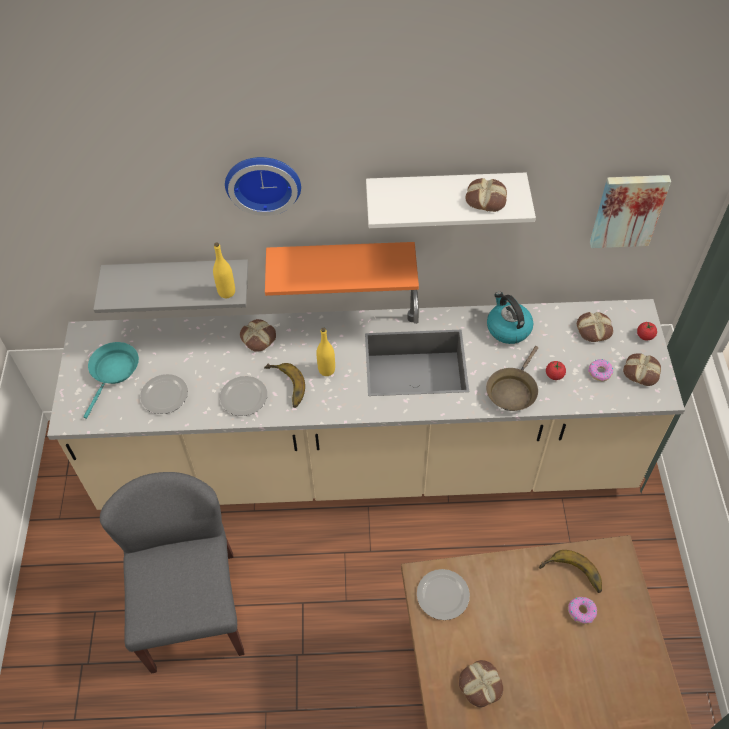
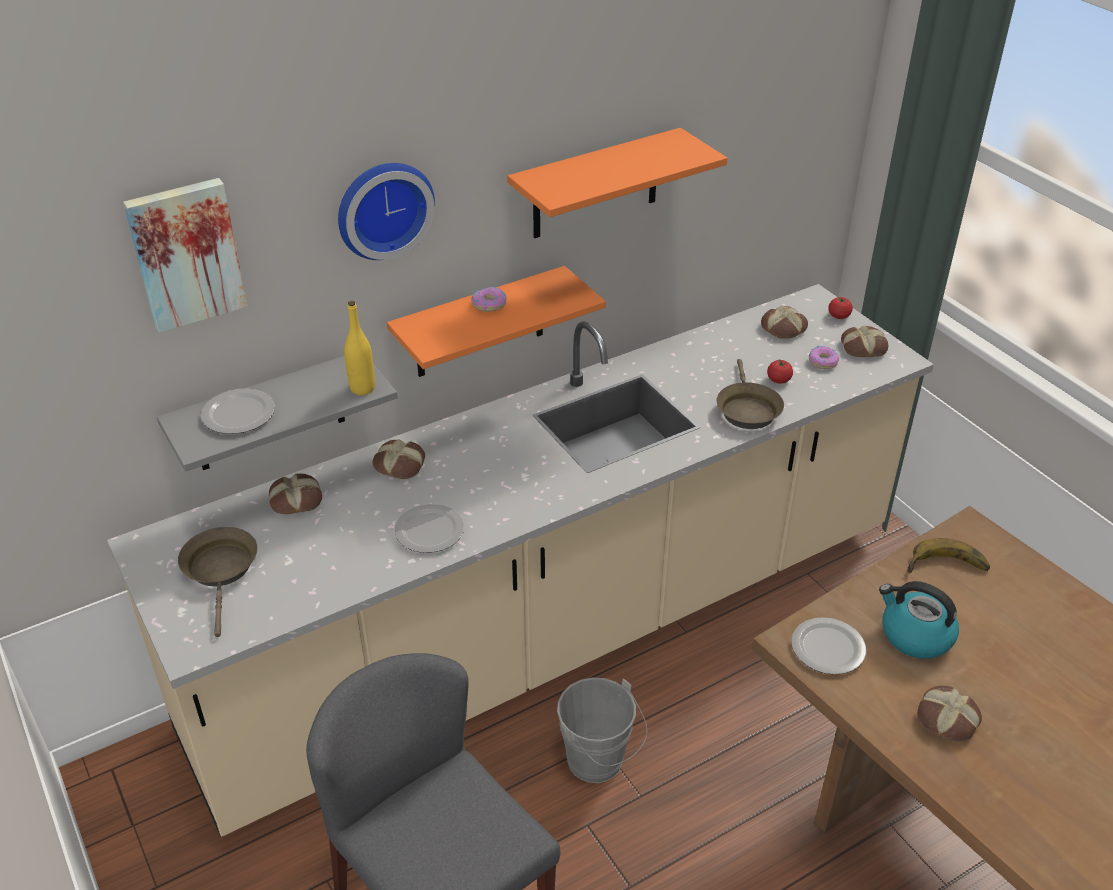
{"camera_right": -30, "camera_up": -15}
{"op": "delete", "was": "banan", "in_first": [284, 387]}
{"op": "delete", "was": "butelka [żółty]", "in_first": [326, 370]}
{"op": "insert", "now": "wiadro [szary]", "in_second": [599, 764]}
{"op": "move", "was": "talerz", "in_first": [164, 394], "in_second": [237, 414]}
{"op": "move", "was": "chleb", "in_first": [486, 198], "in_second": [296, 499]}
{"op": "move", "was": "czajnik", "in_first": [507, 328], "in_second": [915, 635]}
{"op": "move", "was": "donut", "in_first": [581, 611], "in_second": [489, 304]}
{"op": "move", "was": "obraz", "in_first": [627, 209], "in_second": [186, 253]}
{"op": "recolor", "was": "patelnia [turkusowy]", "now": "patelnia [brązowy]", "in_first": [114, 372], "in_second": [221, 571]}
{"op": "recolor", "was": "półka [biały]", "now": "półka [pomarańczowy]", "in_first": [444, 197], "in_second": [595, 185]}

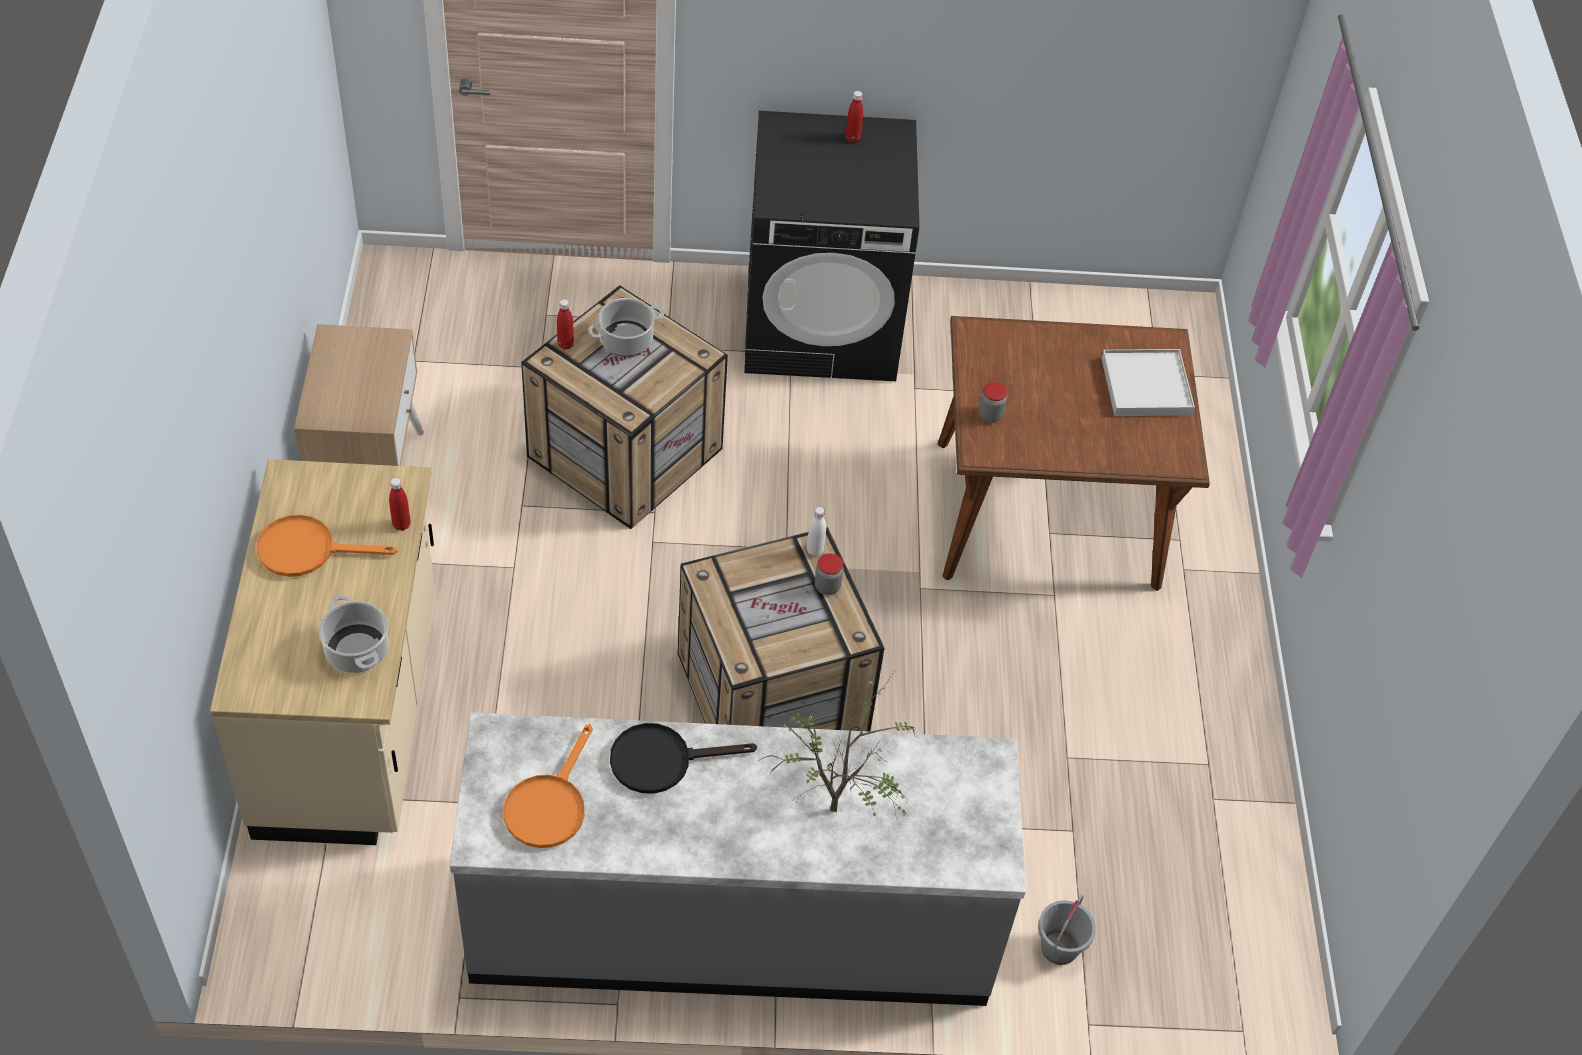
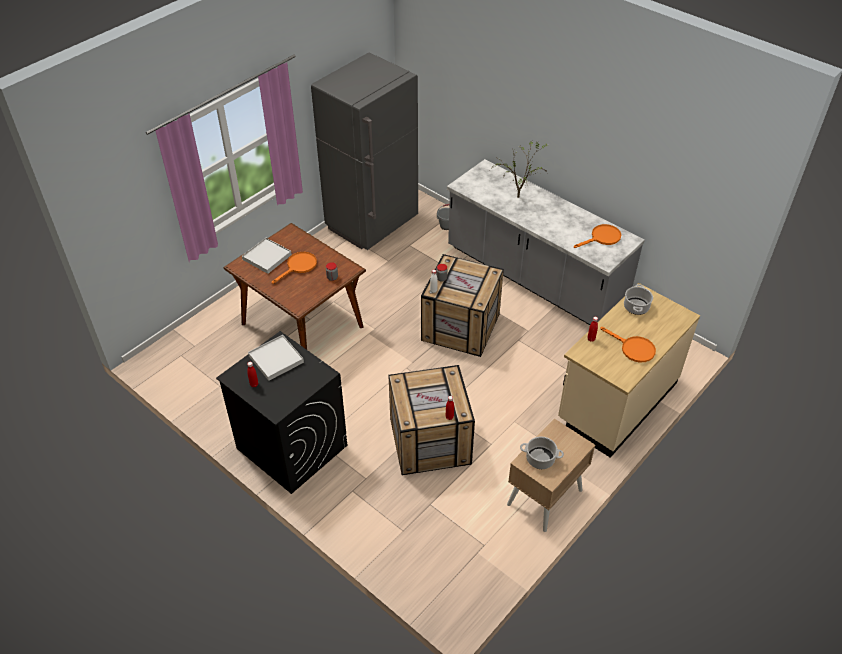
{"camera_right": -135, "camera_up": -5}
{"op": "delete", "was": "patelnia [czarny]", "in_first": [662, 760]}
{"op": "insert", "now": "taca [biały]", "in_second": [276, 359]}
{"op": "insert", "now": "patelnia [pomarańczowy]", "in_second": [298, 266]}
{"op": "insert", "now": "lodówka [szary]", "in_second": [372, 224]}
{"op": "move", "was": "garnek", "in_first": [626, 340], "in_second": [540, 459]}

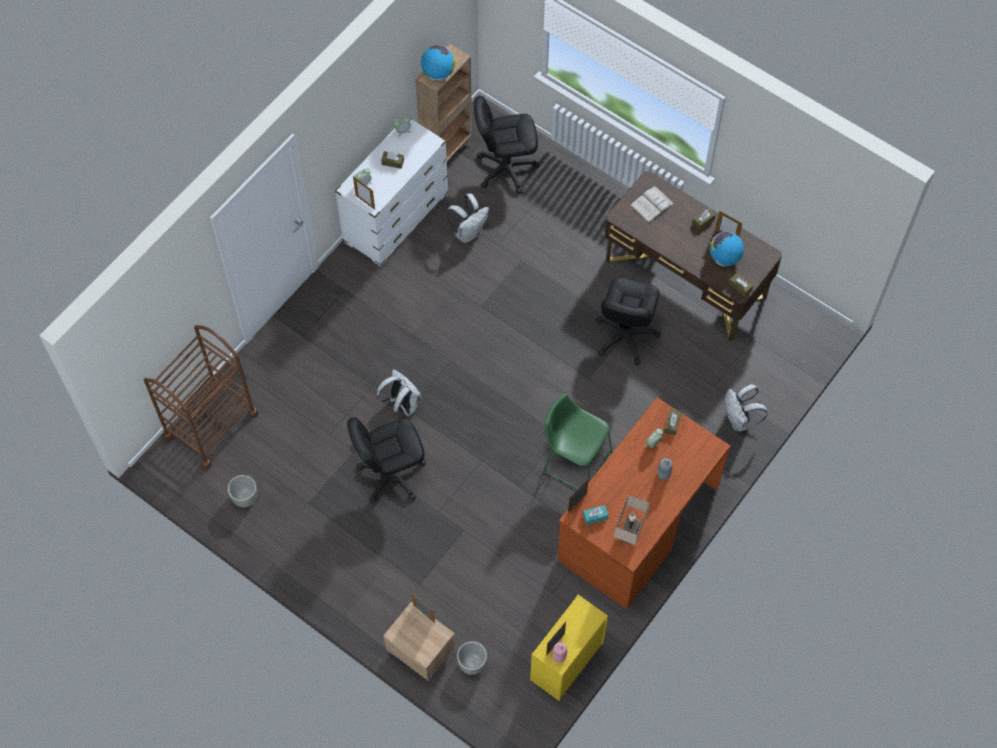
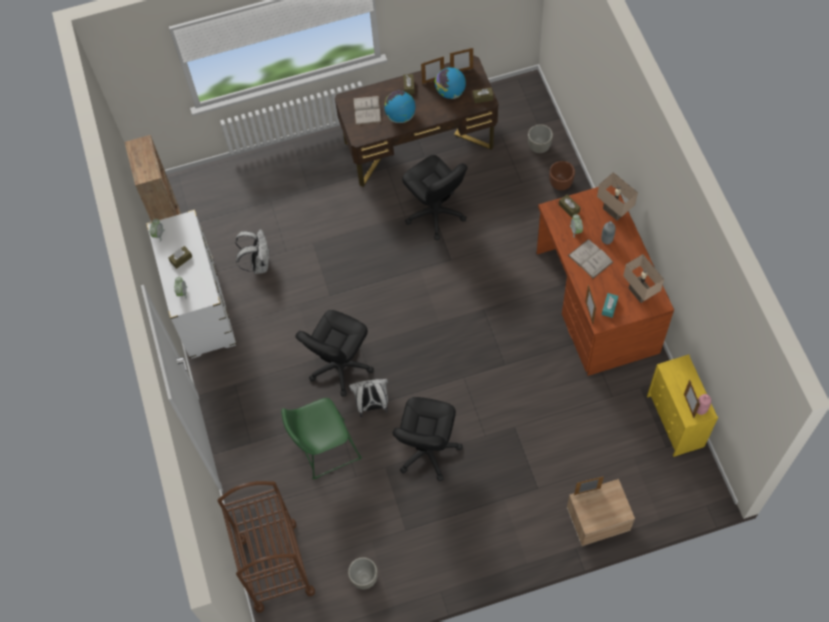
{"camera_right": -50, "camera_up": 0}
{"op": "insert", "now": "książka [biały]", "in_second": [590, 258]}
{"op": "insert", "now": "lampa stołowa [beżowy]", "in_second": [615, 210]}
{"op": "move", "was": "ramka na zdjęcie", "in_first": [365, 202], "in_second": [461, 70]}
{"op": "move", "was": "globus", "in_first": [438, 73], "in_second": [400, 116]}
{"op": "move", "was": "donica [szary]", "in_first": [472, 664], "in_second": [539, 147]}
{"op": "move", "was": "krzesło biurowe [czarny]", "in_first": [506, 169], "in_second": [340, 366]}
{"op": "move", "was": "stołek [zielony]", "in_first": [575, 463], "in_second": [325, 450]}
{"op": "replace", "was": "plecak [biały]", "now": "donica [brązowy]", "in_first": [739, 420], "in_second": [561, 183]}

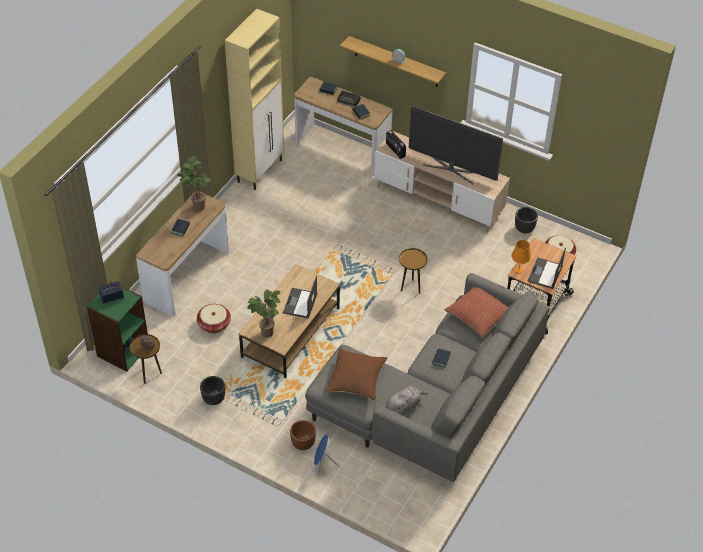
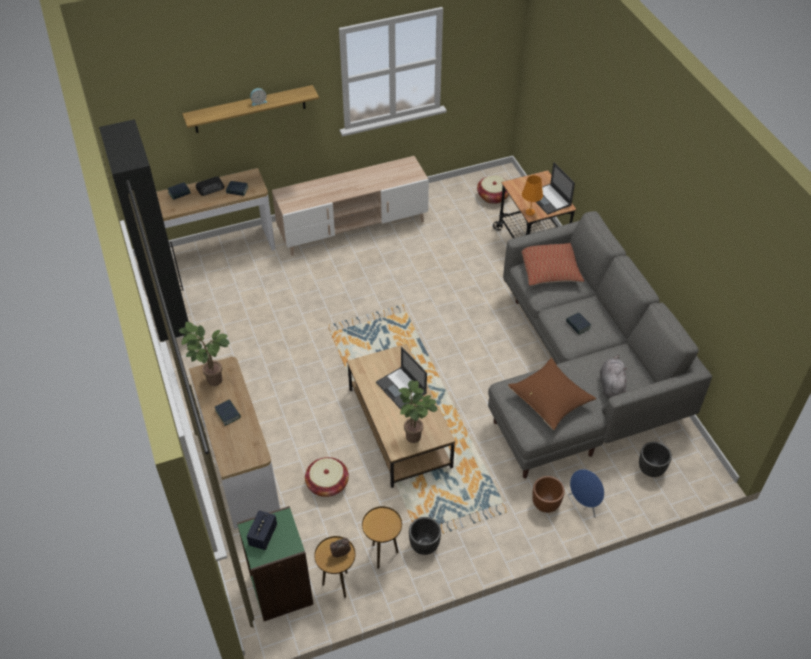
{"camera_right": -50, "camera_up": 0}
{"op": "delete", "was": "radio", "in_first": [395, 150]}
{"op": "delete", "was": "telewizor", "in_first": [451, 169]}
{"op": "move", "was": "stolik [brązowy]", "in_first": [411, 288], "in_second": [383, 555]}
{"op": "move", "was": "donica [czarny]", "in_first": [524, 229], "in_second": [651, 469]}
{"op": "recolor", "was": "szafka [beżowy]", "now": "szafka [czarny]", "in_first": [260, 170], "in_second": [171, 323]}

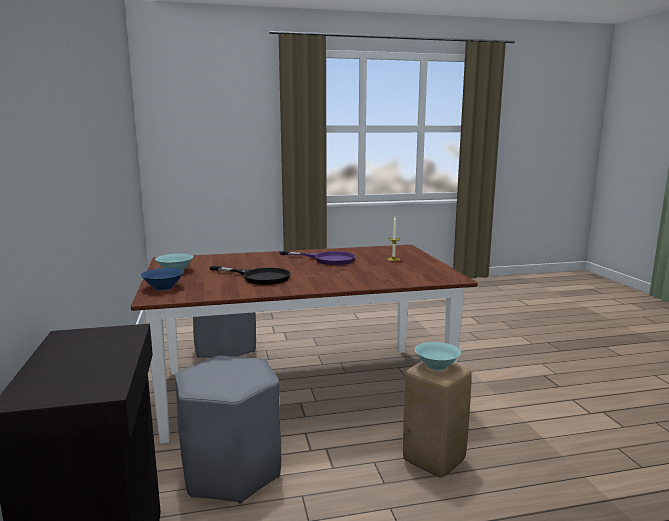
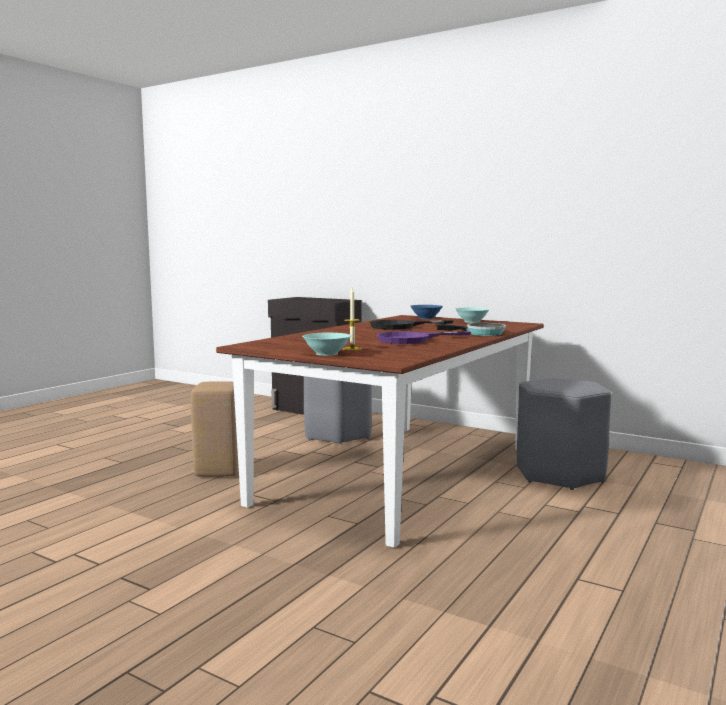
{"camera_right": 135, "camera_up": -5}
{"op": "insert", "now": "patelnia", "in_second": [481, 333]}
{"op": "move", "was": "miska [turkusowy]", "in_first": [436, 365], "in_second": [327, 354]}

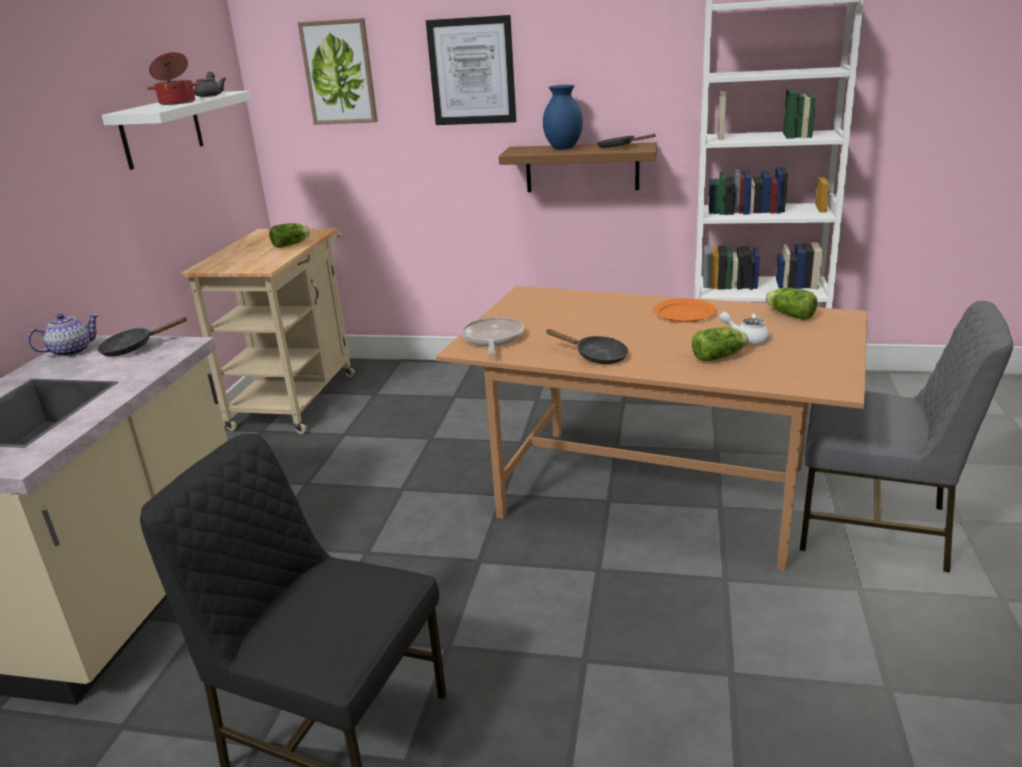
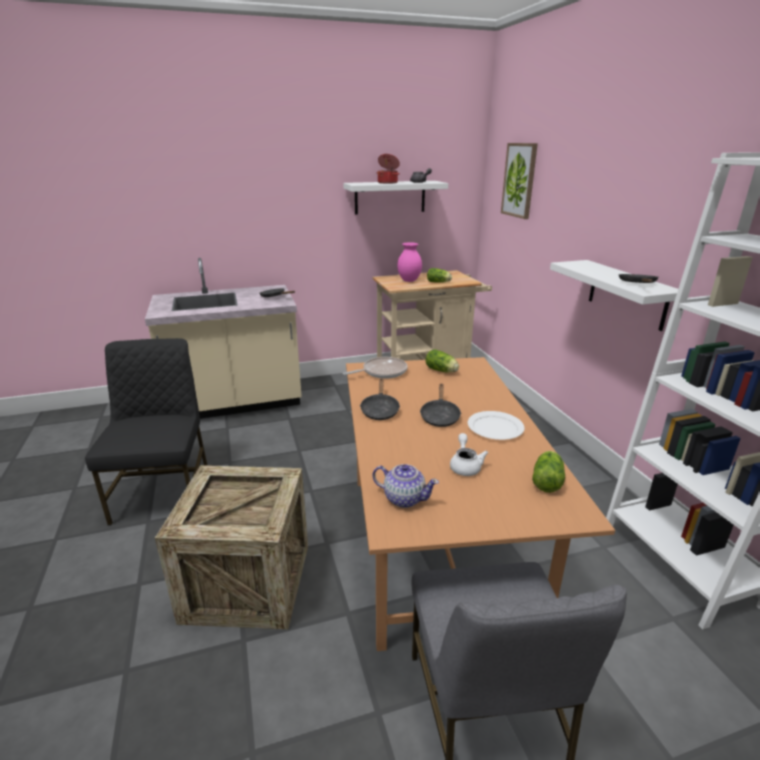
{"camera_right": 60, "camera_up": 0}
{"op": "delete", "was": "obraz", "in_first": [472, 71]}
{"op": "delete", "was": "wazon [niebieski]", "in_first": [563, 148]}
{"op": "insert", "now": "skrzynka", "in_second": [248, 582]}
{"op": "insert", "now": "wazon [różowy]", "in_second": [409, 280]}
{"op": "insert", "now": "patelnia [czarny]", "in_second": [439, 416]}
{"op": "move", "was": "imbryk", "in_first": [71, 351], "in_second": [404, 498]}
{"op": "move", "was": "sałata", "in_first": [720, 356], "in_second": [442, 371]}
{"op": "recolor", "was": "półka [brązowy]", "now": "półka [biały]", "in_first": [582, 167], "in_second": [627, 294]}
{"op": "recolor", "was": "talerz [pomarańczowy]", "now": "talerz [biały]", "in_first": [684, 313], "in_second": [494, 428]}

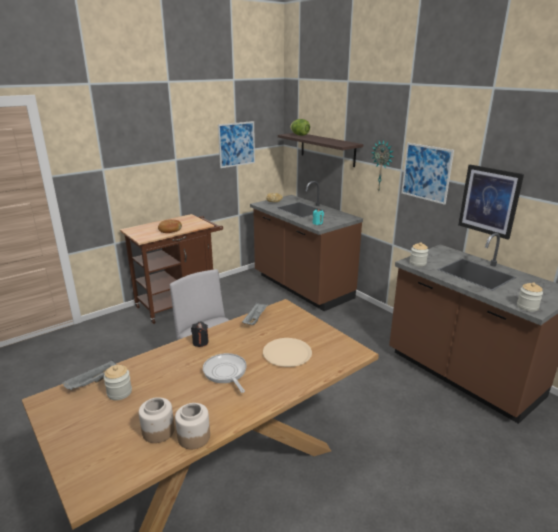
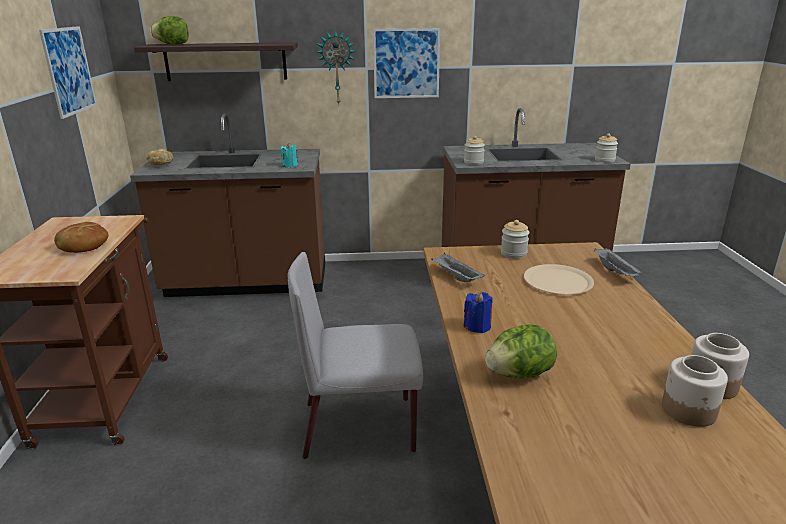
{"camera_right": -55, "camera_up": 0}
{"op": "delete", "was": "patelnia", "in_first": [226, 373]}
{"op": "delete", "was": "obraz", "in_first": [489, 201]}
{"op": "insert", "now": "sałata", "in_second": [519, 374]}
{"op": "move", "was": "taca [szary]", "in_first": [92, 383], "in_second": [616, 272]}
{"op": "move", "was": "słoik", "in_first": [119, 392], "in_second": [513, 253]}
{"op": "recolor", "was": "świeca [czarny]", "now": "świeca [niebieski]", "in_first": [200, 342], "in_second": [477, 326]}

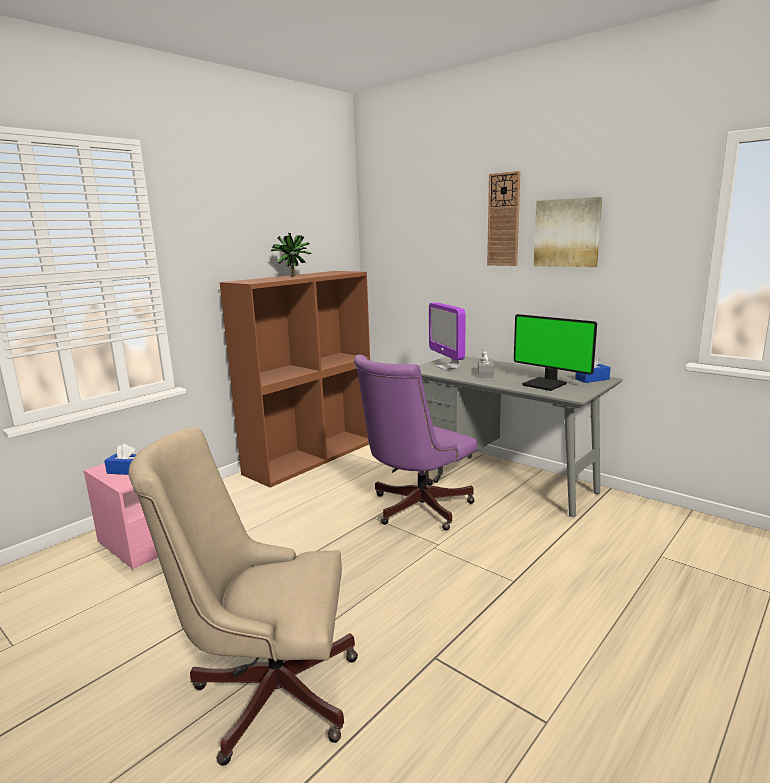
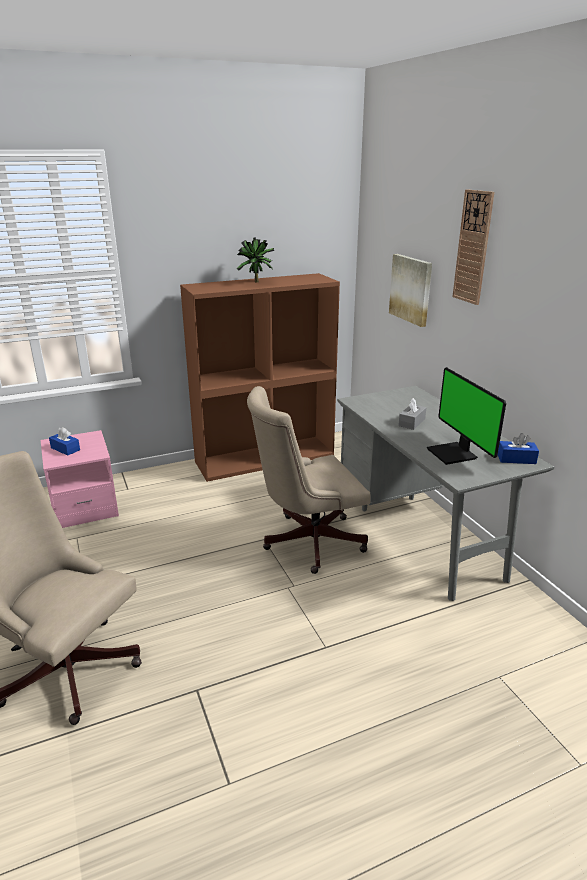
{"camera_right": 25, "camera_up": 10}
{"op": "delete", "was": "monitor", "in_first": [447, 367]}
{"op": "move", "was": "obraz", "in_first": [567, 233], "in_second": [411, 289]}
{"op": "recolor", "was": "krzesło biurowe [fioletowy]", "now": "krzesło biurowe [beżowy]", "in_first": [415, 509], "in_second": [307, 542]}

